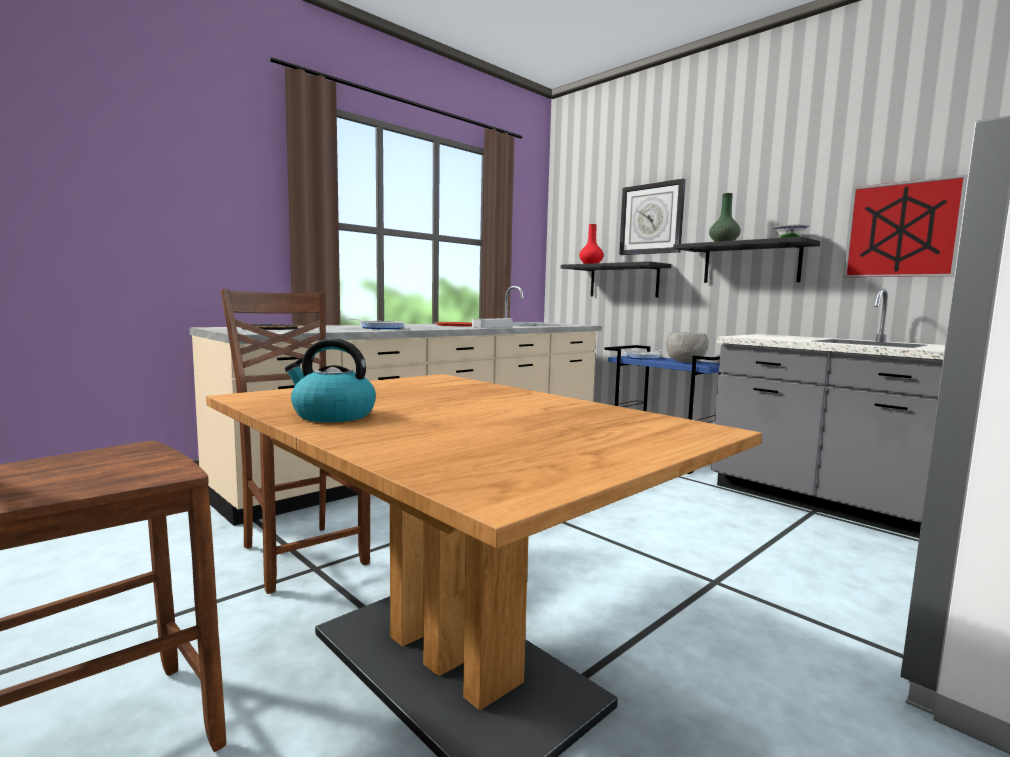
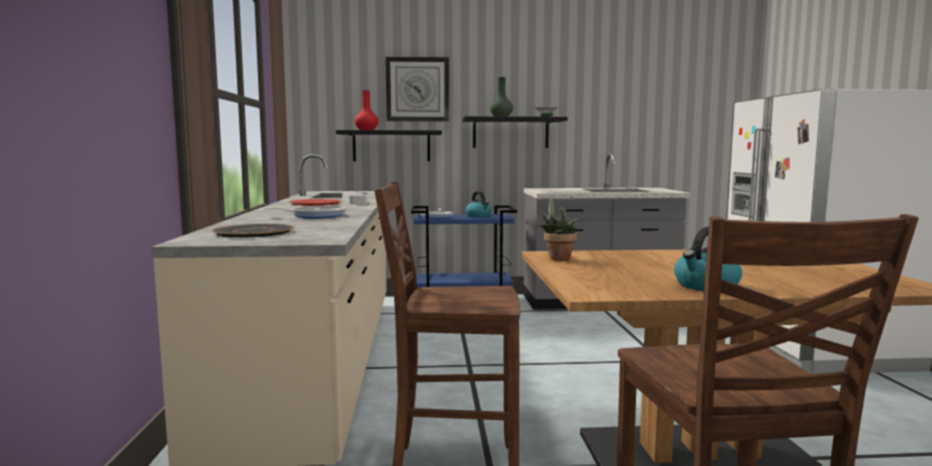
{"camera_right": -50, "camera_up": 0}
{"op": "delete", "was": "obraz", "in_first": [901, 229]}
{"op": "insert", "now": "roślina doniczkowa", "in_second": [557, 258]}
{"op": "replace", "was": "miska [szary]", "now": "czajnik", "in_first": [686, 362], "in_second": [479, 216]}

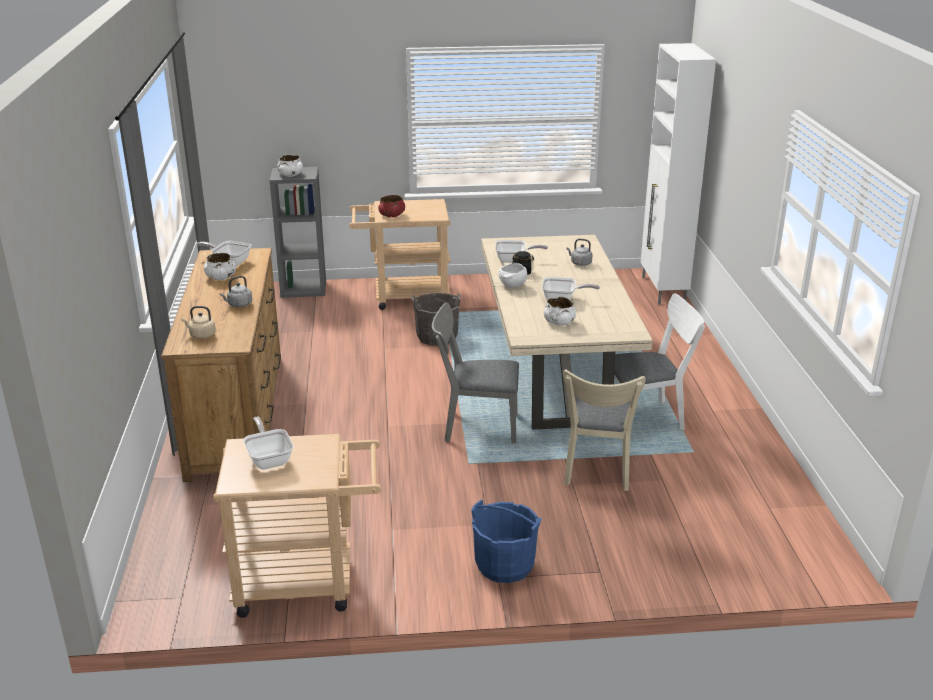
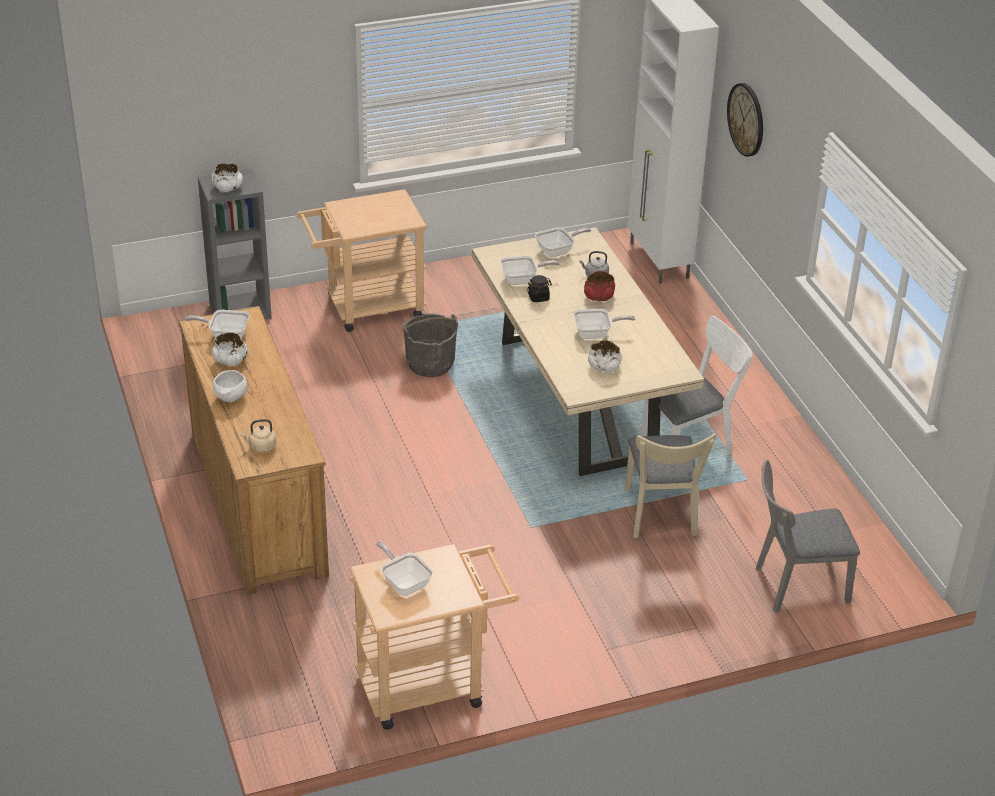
{"camera_right": -15, "camera_up": 10}
{"op": "delete", "was": "czajnik [szary]", "in_first": [238, 305]}
{"op": "delete", "was": "wiadro [niebieski]", "in_first": [504, 565]}
{"op": "insert", "now": "patelnia", "in_second": [558, 251]}
{"op": "insert", "now": "zegar ścienny", "in_second": [746, 119]}
{"op": "move", "was": "miska [czerwony]", "in_first": [392, 215], "in_second": [599, 296]}
{"op": "move", "was": "krzesło [szary]", "in_first": [474, 427], "in_second": [794, 586]}
{"op": "move", "was": "miska [biały]", "in_first": [512, 286], "in_second": [231, 398]}

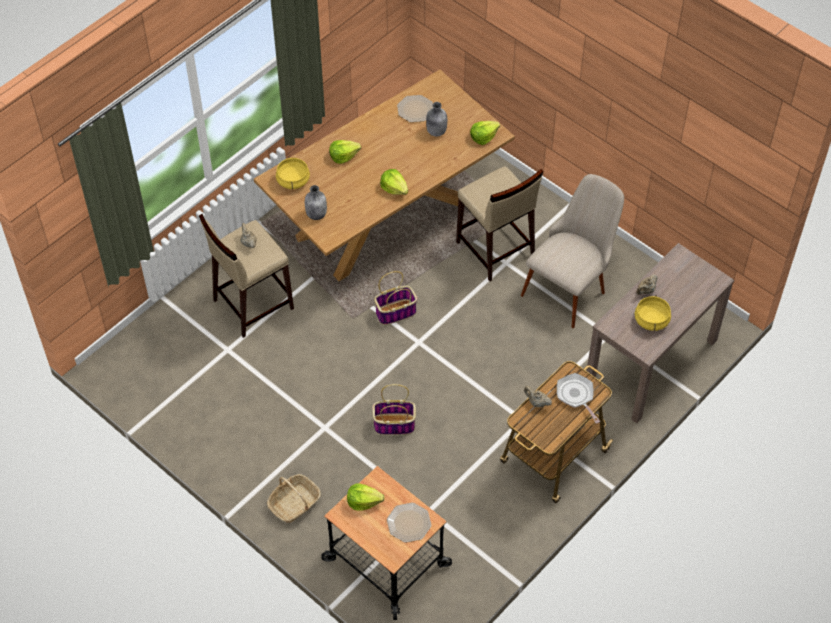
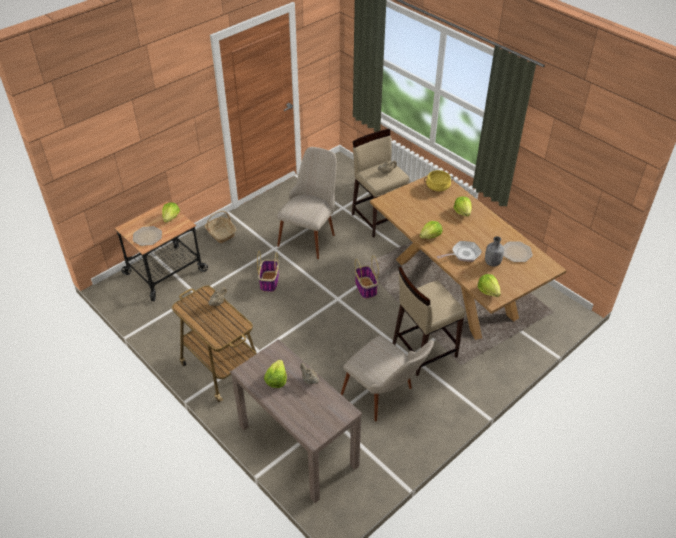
{"camera_right": 95, "camera_up": -10}
{"op": "delete", "was": "butelka [szary]", "in_first": [316, 214]}
{"op": "insert", "now": "krzesło [beżowy]", "in_second": [310, 234]}
{"op": "move", "was": "patelnia", "in_first": [576, 396], "in_second": [463, 254]}
{"op": "replace", "was": "garnek [żółty]", "now": "sałata", "in_first": [652, 320], "in_second": [276, 379]}

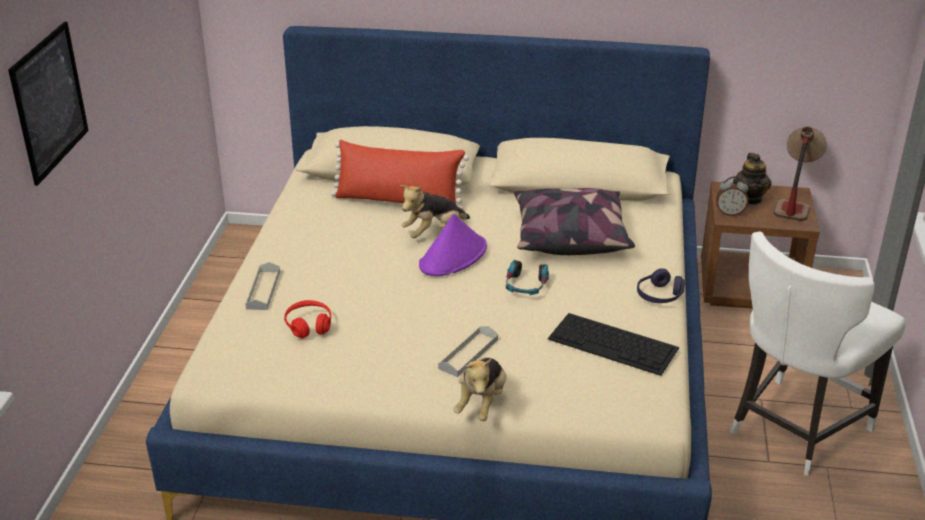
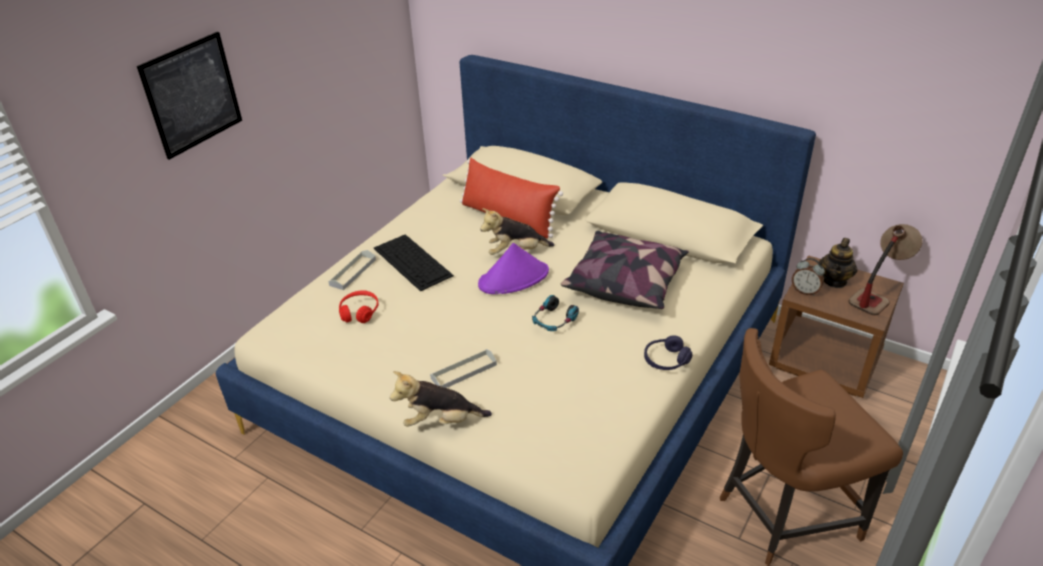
{"camera_right": 25, "camera_up": 5}
{"op": "move", "was": "klawiatura", "in_first": [614, 343], "in_second": [413, 262]}
{"op": "recolor", "was": "krzesło [biały]", "now": "krzesło [brązowy]", "in_first": [794, 429], "in_second": [783, 514]}
{"op": "rotate", "was": "pluszak", "in_first": [481, 403], "in_second": [441, 421], "clockwise": 45}

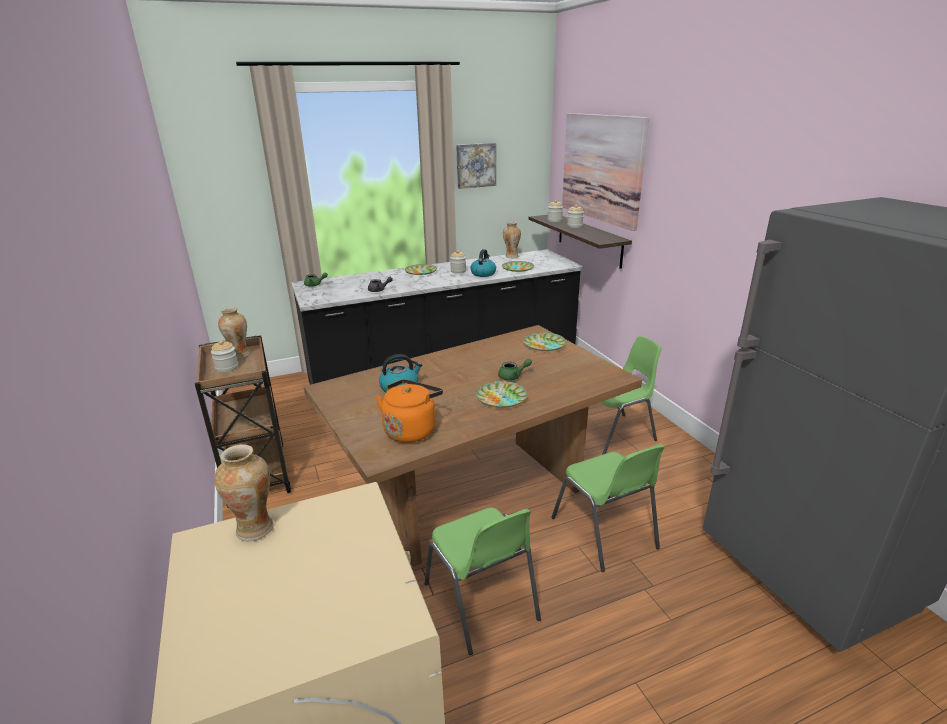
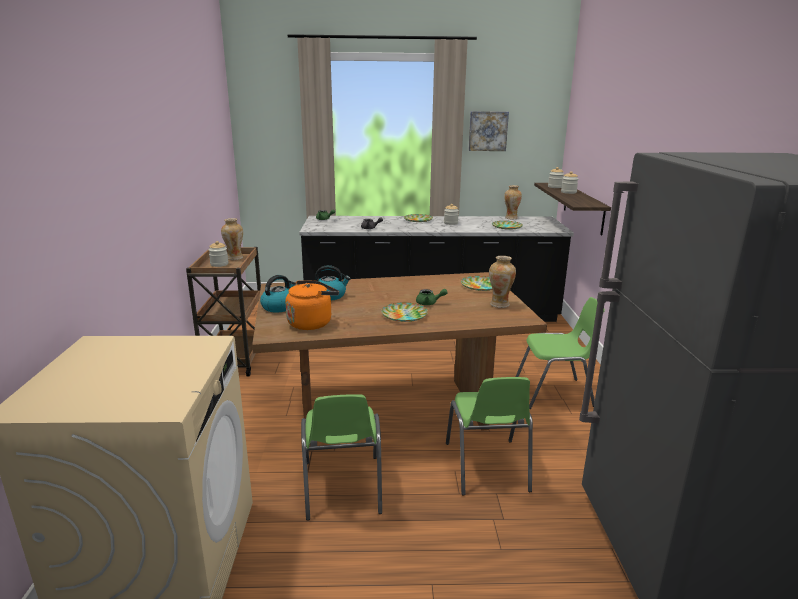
{"camera_right": 20, "camera_up": -5}
{"op": "delete", "was": "obraz", "in_first": [601, 168]}
{"op": "move", "was": "wazon", "in_first": [255, 528], "in_second": [499, 304]}
{"op": "move", "was": "czajnik", "in_first": [483, 273], "in_second": [279, 307]}

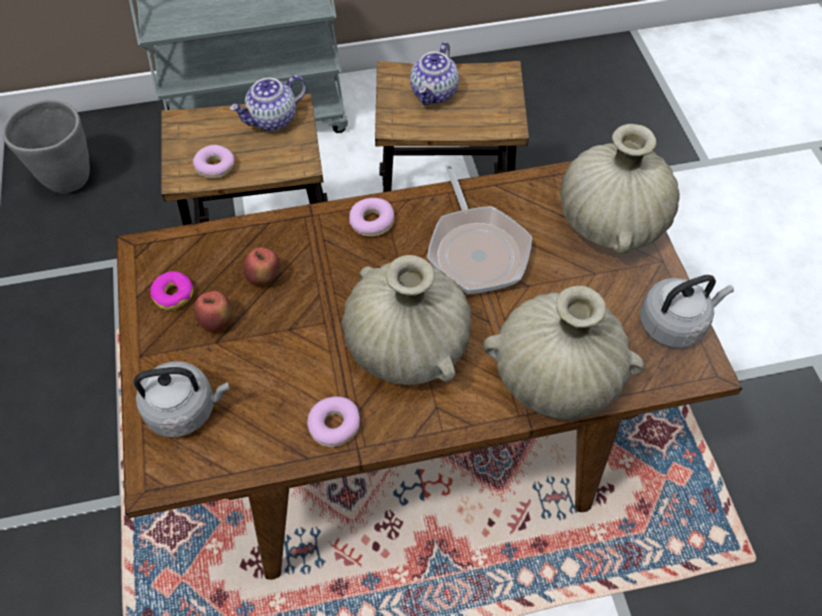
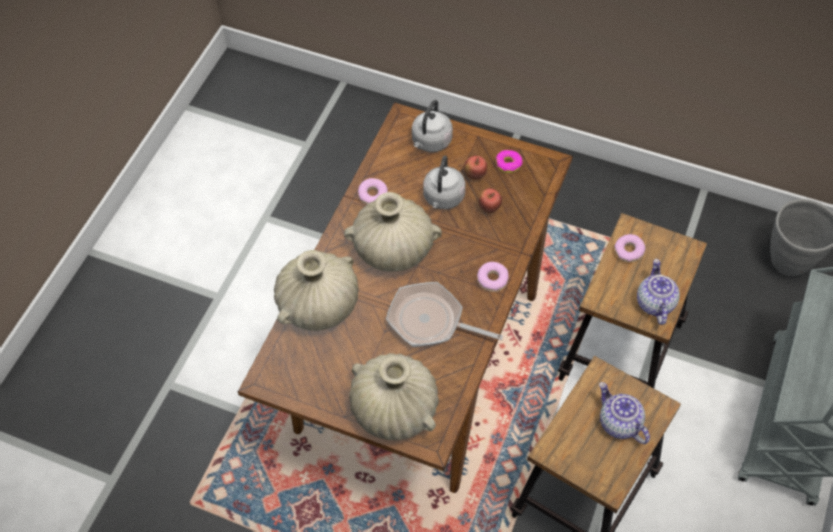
{"camera_right": 125, "camera_up": 0}
{"op": "move", "was": "czajnik [szary]", "in_first": [674, 323], "in_second": [443, 198]}

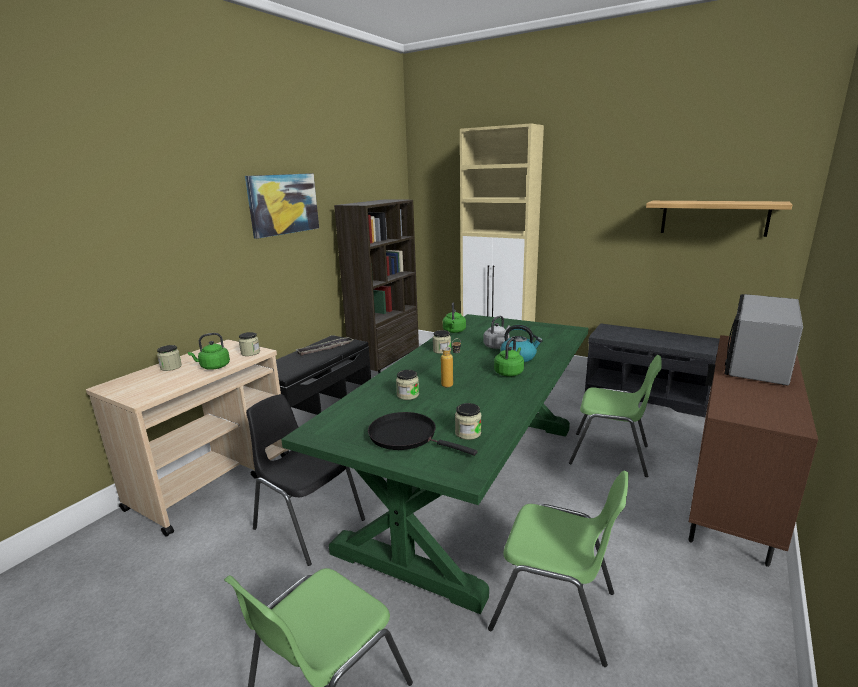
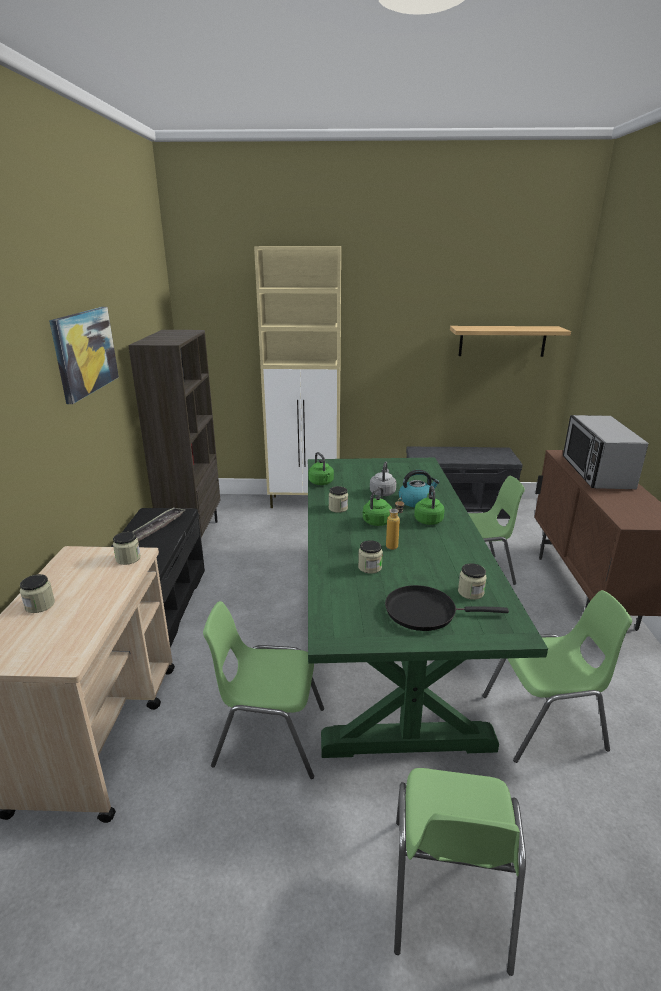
{"camera_right": -30, "camera_up": 5}
{"op": "move", "was": "czajnik [zielony]", "in_first": [213, 367], "in_second": [376, 522]}
{"op": "recolor", "was": "krzesło [czarny]", "now": "krzesło [zielony]", "in_first": [307, 524], "in_second": [268, 736]}

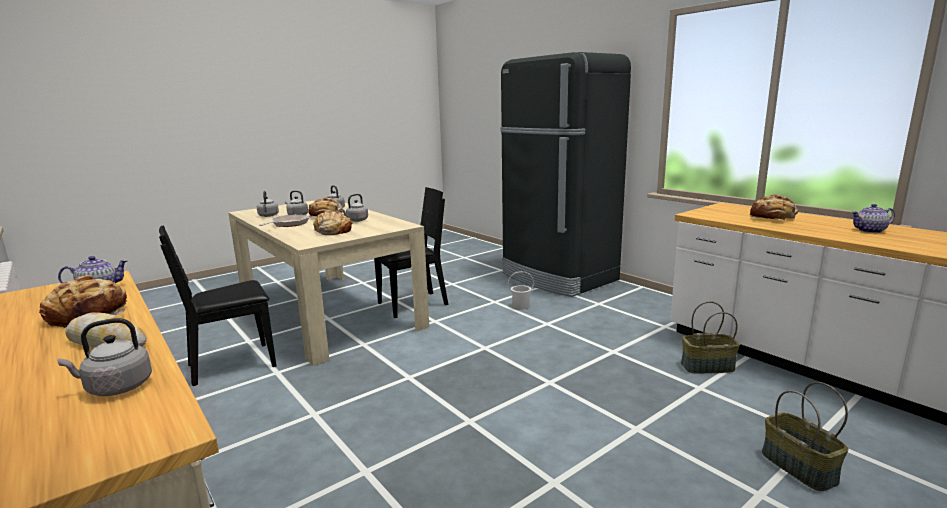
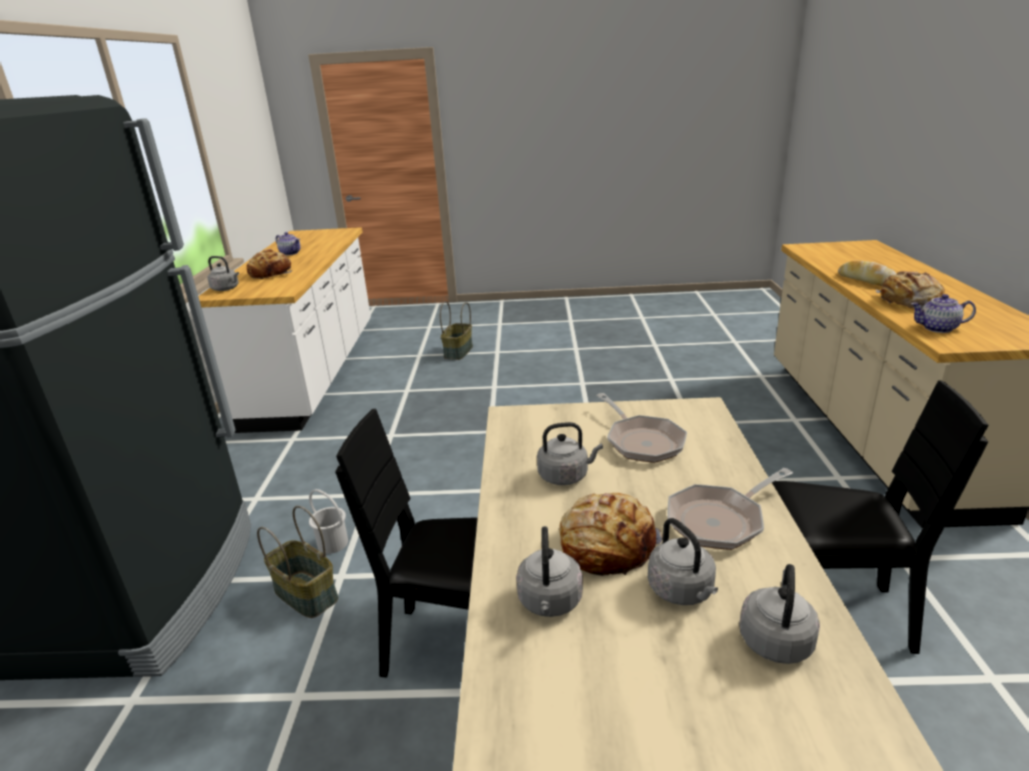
{"camera_right": -140, "camera_up": 10}
{"op": "move", "was": "czajnik [szary]", "in_first": [116, 387], "in_second": [226, 289]}
{"op": "move", "was": "koszyk", "in_first": [707, 367], "in_second": [307, 594]}
{"op": "replace", "was": "chleb", "now": "patelnia", "in_first": [332, 231], "in_second": [641, 441]}

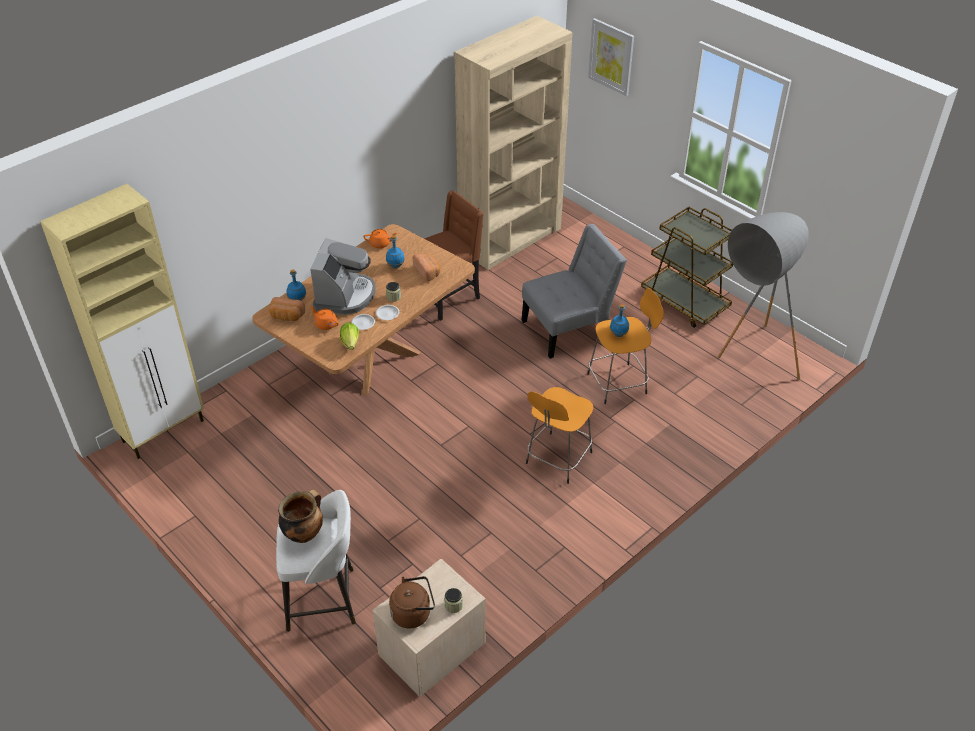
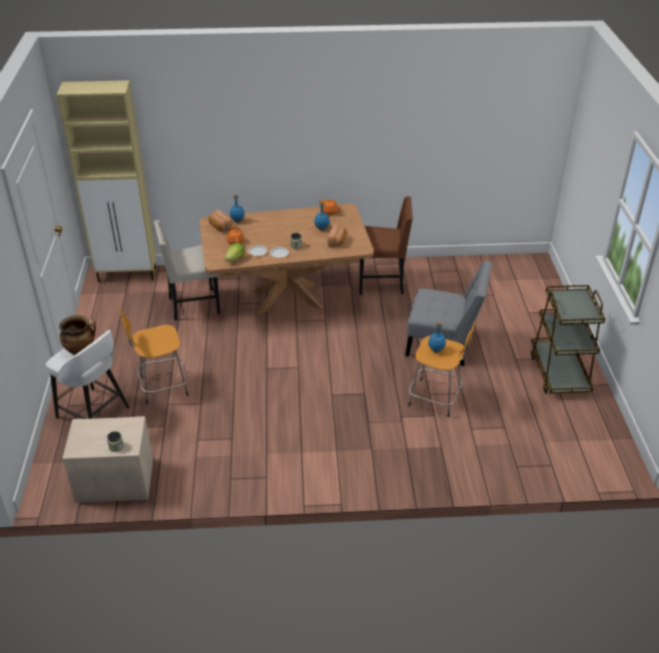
{"camera_right": 40, "camera_up": -5}
{"op": "delete", "was": "ekspres do kawy", "in_first": [345, 296]}
{"op": "delete", "was": "czajnik [brązowy]", "in_first": [413, 613]}
{"op": "delete", "was": "regał [beżowy]", "in_first": [510, 239]}
{"op": "delete", "was": "obraz", "in_first": [611, 57]}
{"op": "delete", "was": "lampa stojąca [szary]", "in_first": [749, 360]}
{"op": "insert", "now": "krzesło [beżowy]", "in_second": [192, 305]}
{"op": "move", "was": "stołek [pomarańczowy]", "in_first": [557, 459], "in_second": [162, 386]}

